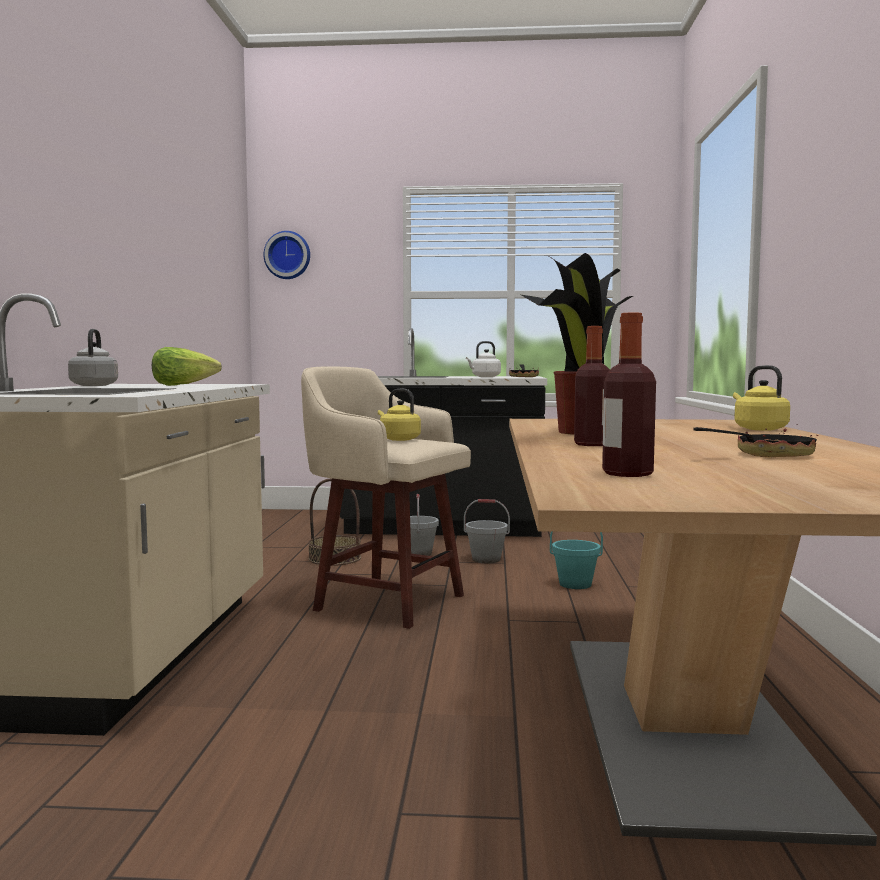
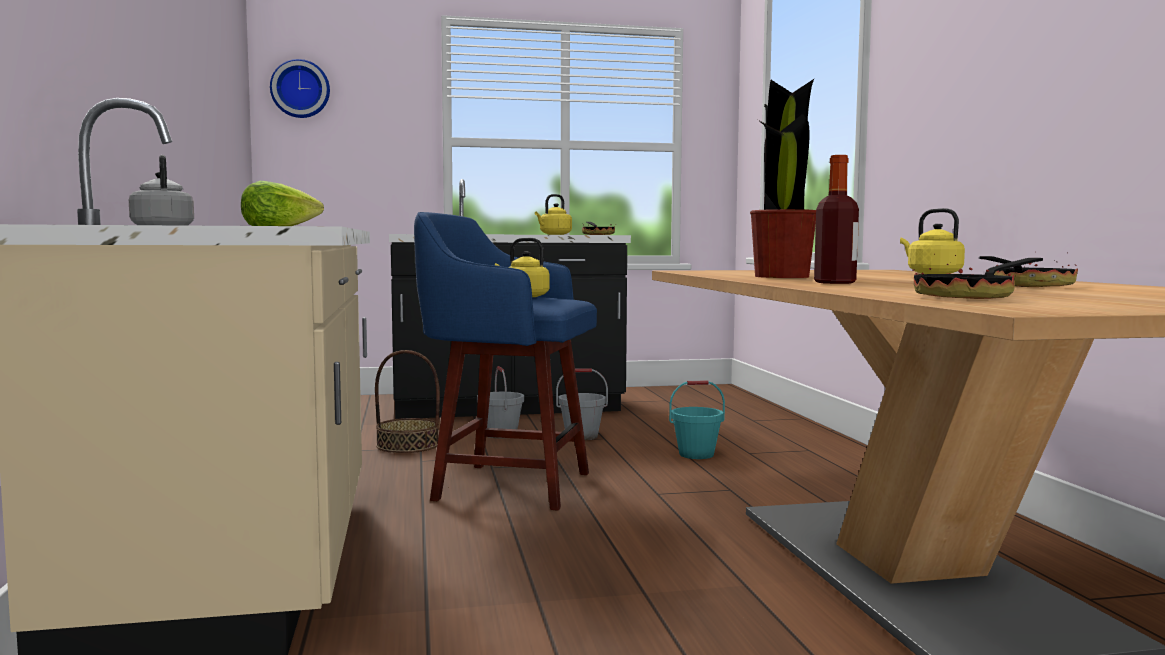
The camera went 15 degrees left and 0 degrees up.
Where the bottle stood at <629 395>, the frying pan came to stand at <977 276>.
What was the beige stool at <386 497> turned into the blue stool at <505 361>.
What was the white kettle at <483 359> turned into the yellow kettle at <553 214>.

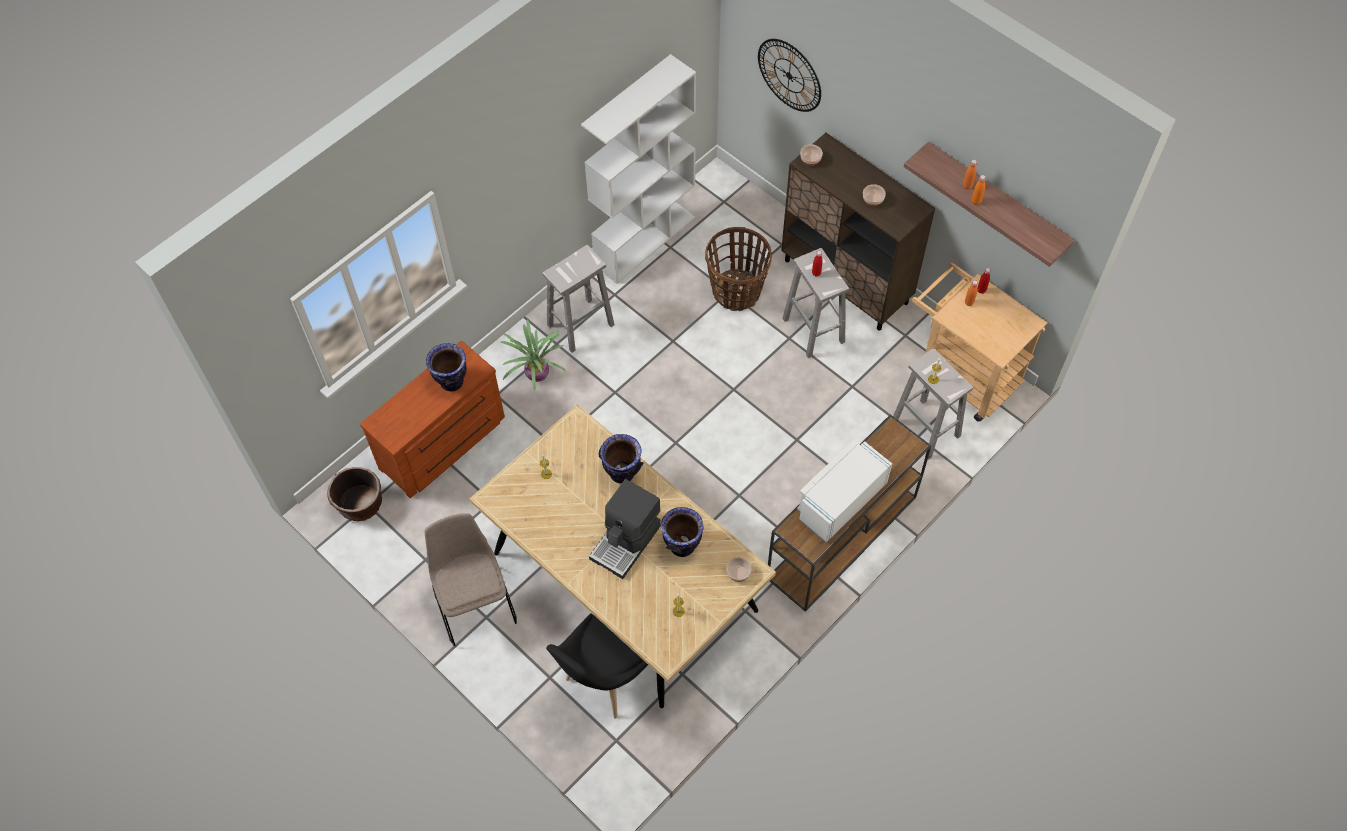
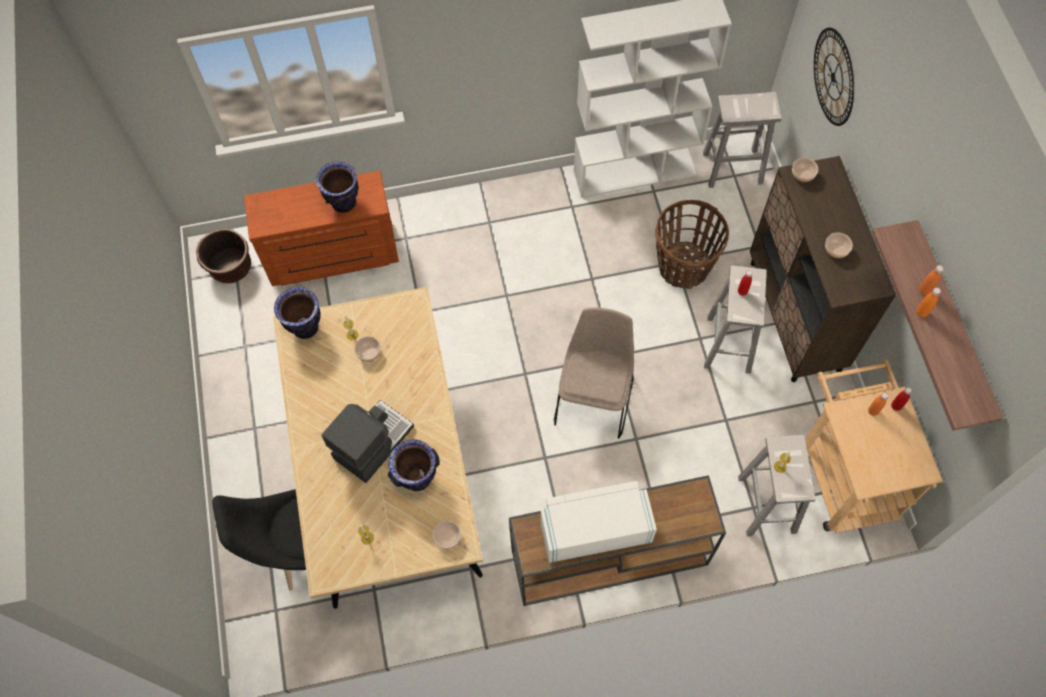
The camera went 35 degrees right and 5 degrees up.
The second view lost the potted plant at <534 355>.
The second view gained the bowl at <367 349>.
The beige chair ended up elsewhere, having gone from <471 579> to <594 373>.
The white stool ended up elsewhere, having gone from <578 299> to <742 140>.
The vase ended up elsewhere, having gone from <620 459> to <297 313>.
The coffee machine at <625 529> ended up facing another way, 150 degrees clockwise from before.

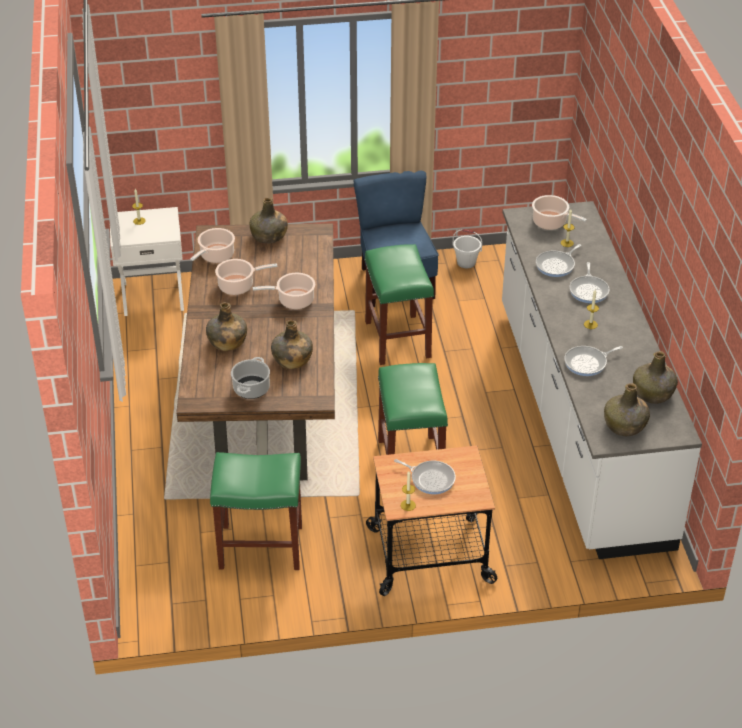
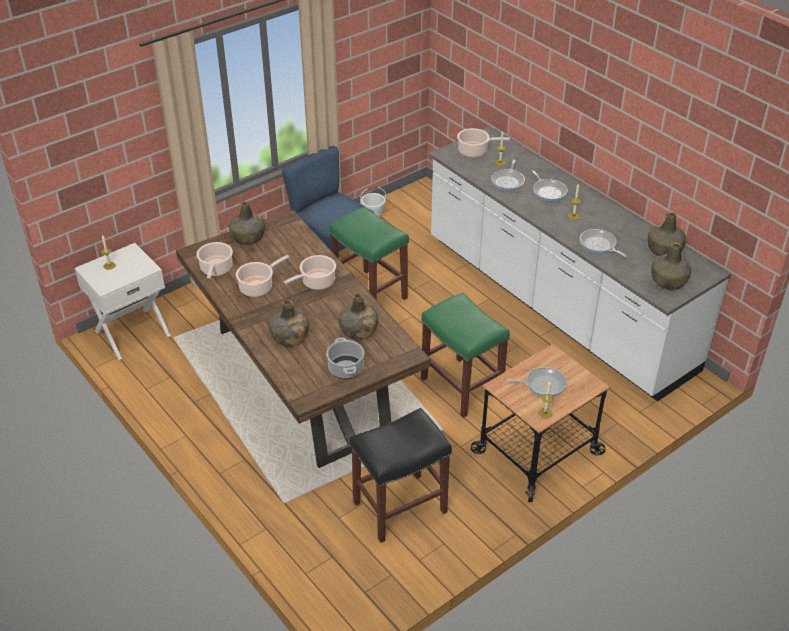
The camera went 30 degrees left and 0 degrees up.
What was the green stool at <256 511> turned into the black stool at <401 475>.
The frying pan at <593 361> ended up facing another way, 105 degrees clockwise from before.

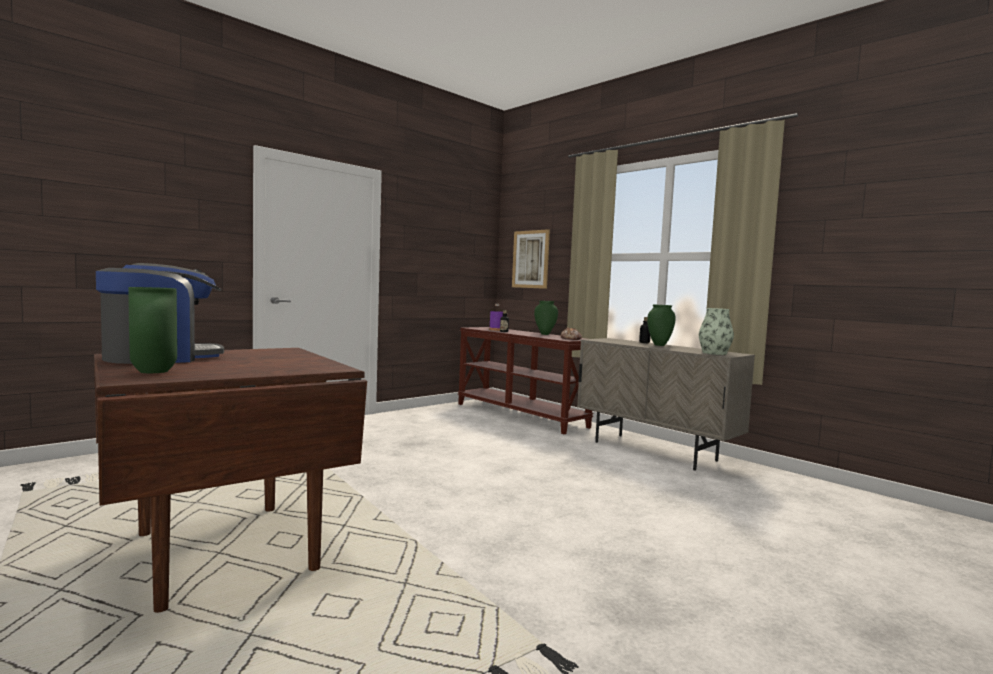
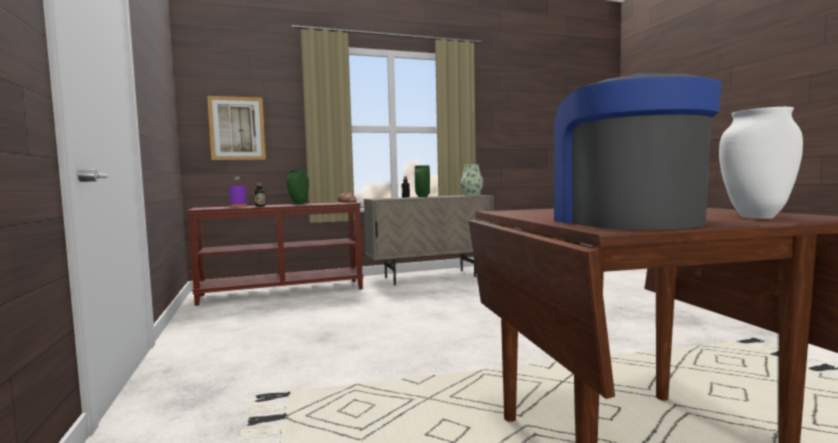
The camera went 65 degrees left and 0 degrees up.
What was the green vase at <152 330> turned into the white vase at <761 163>.

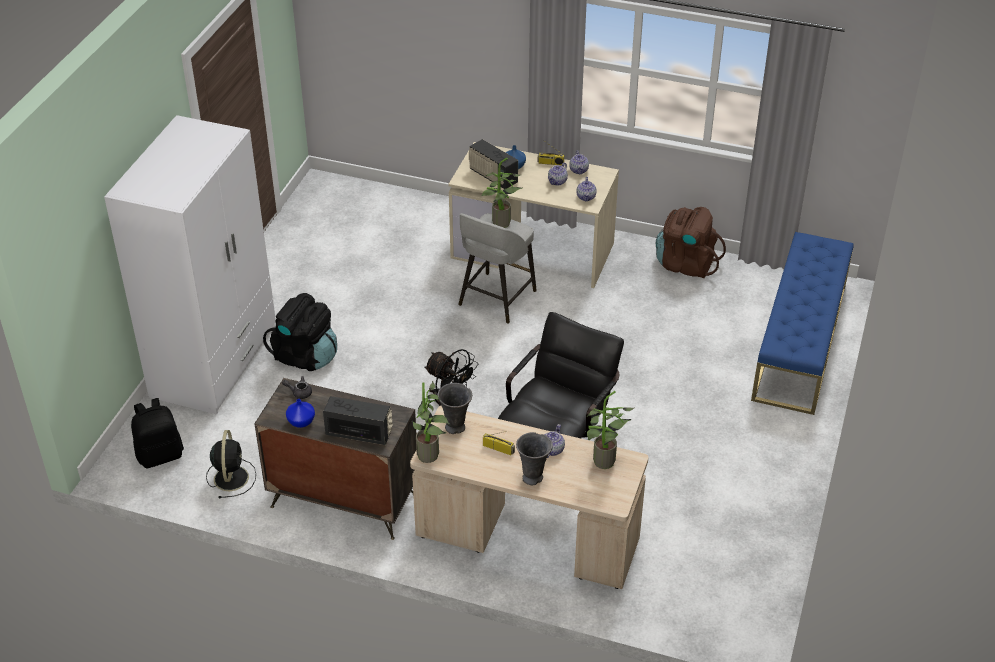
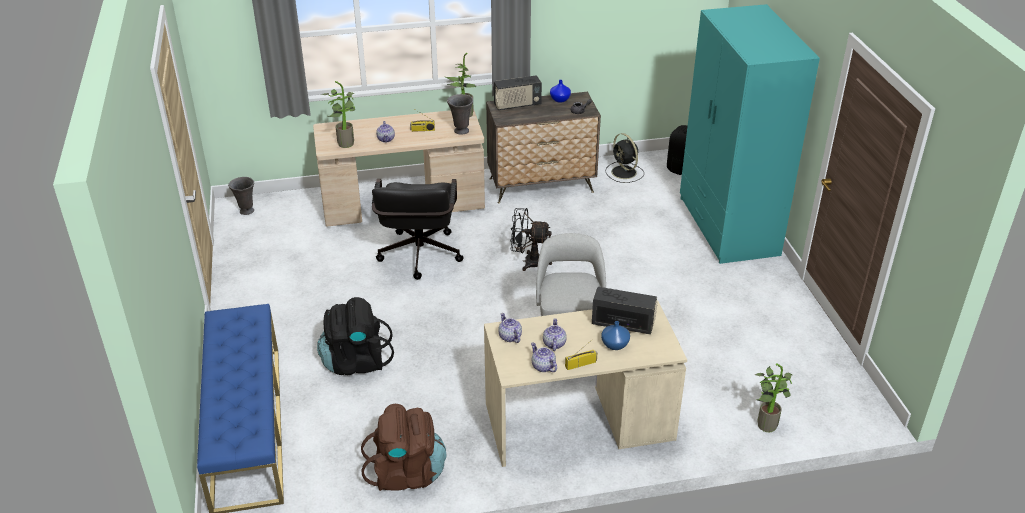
The camera went 150 degrees right and 5 degrees down.
The black backpack ended up elsewhere, having gone from <300 332> to <355 336>.
The potted plant ended up elsewhere, having gone from <501 193> to <773 397>.
The grey vase ended up elsewhere, having gone from <534 458> to <241 196>.
What was the white wardrobe at <190 264> turned into the turquoise wardrobe at <750 134>.

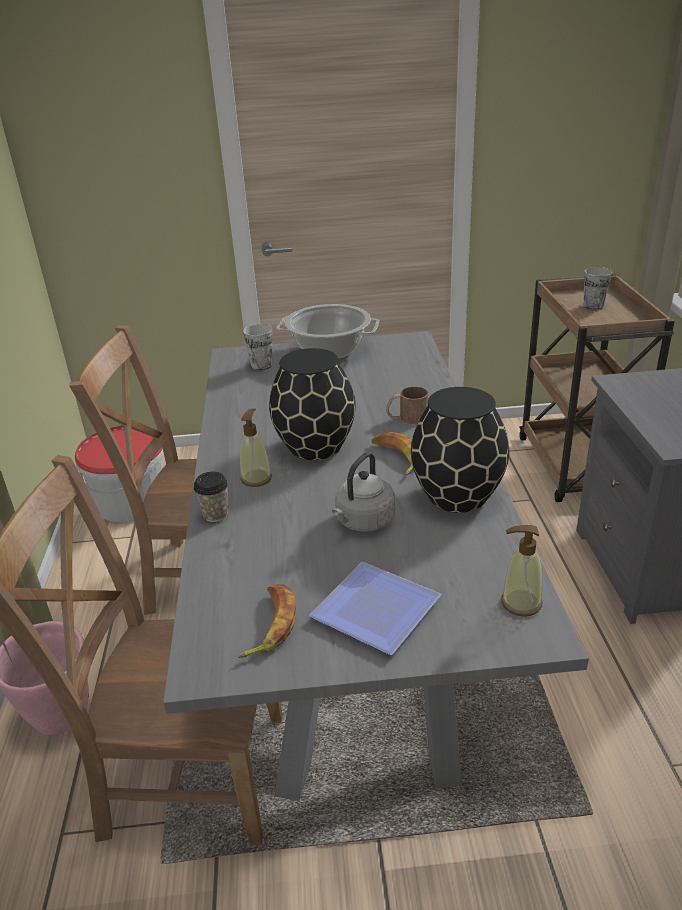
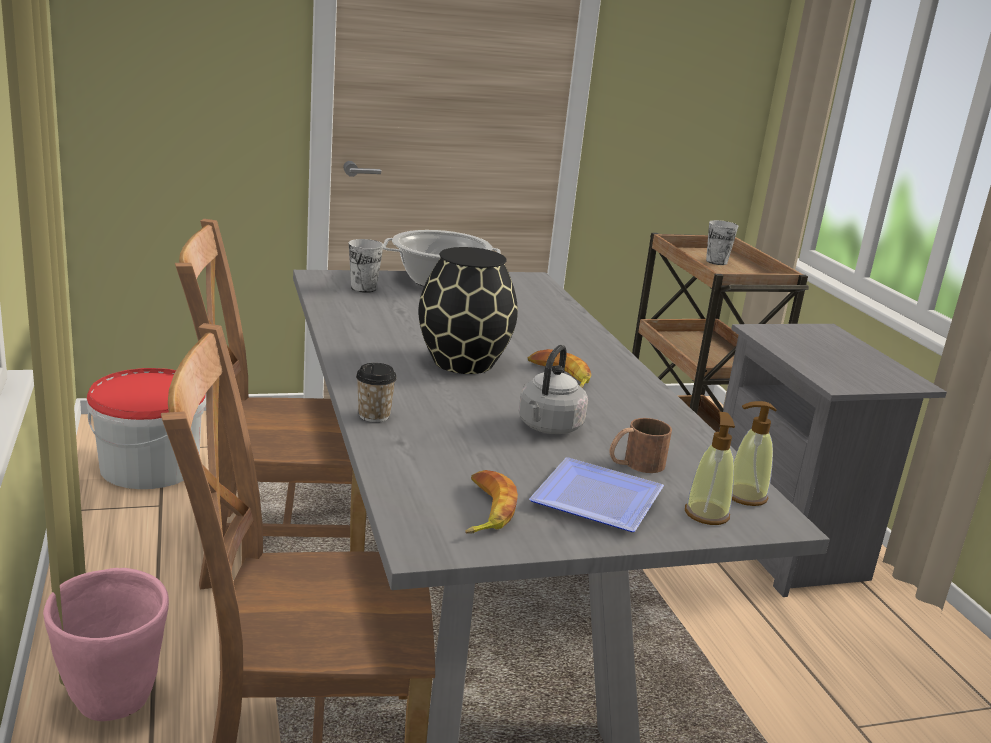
The camera went 15 degrees left and 10 degrees down.
The second view lost the black vase at <460 450>.
The soap dispenser ended up elsewhere, having gone from <256 448> to <710 468>.
The brown mug ended up elsewhere, having gone from <407 405> to <640 445>.

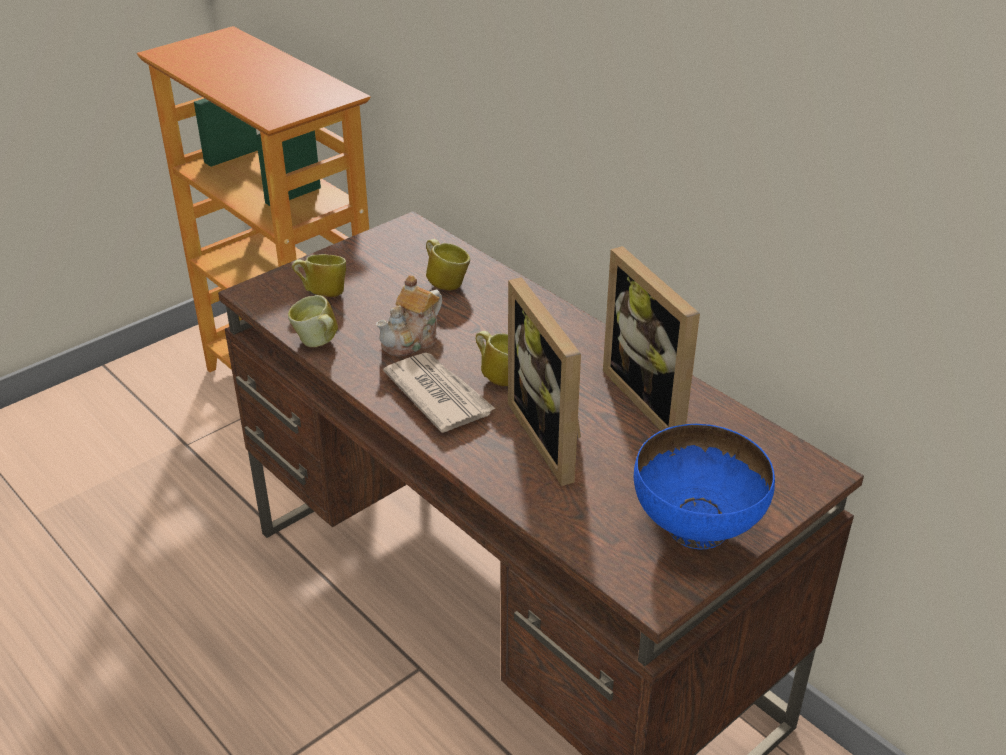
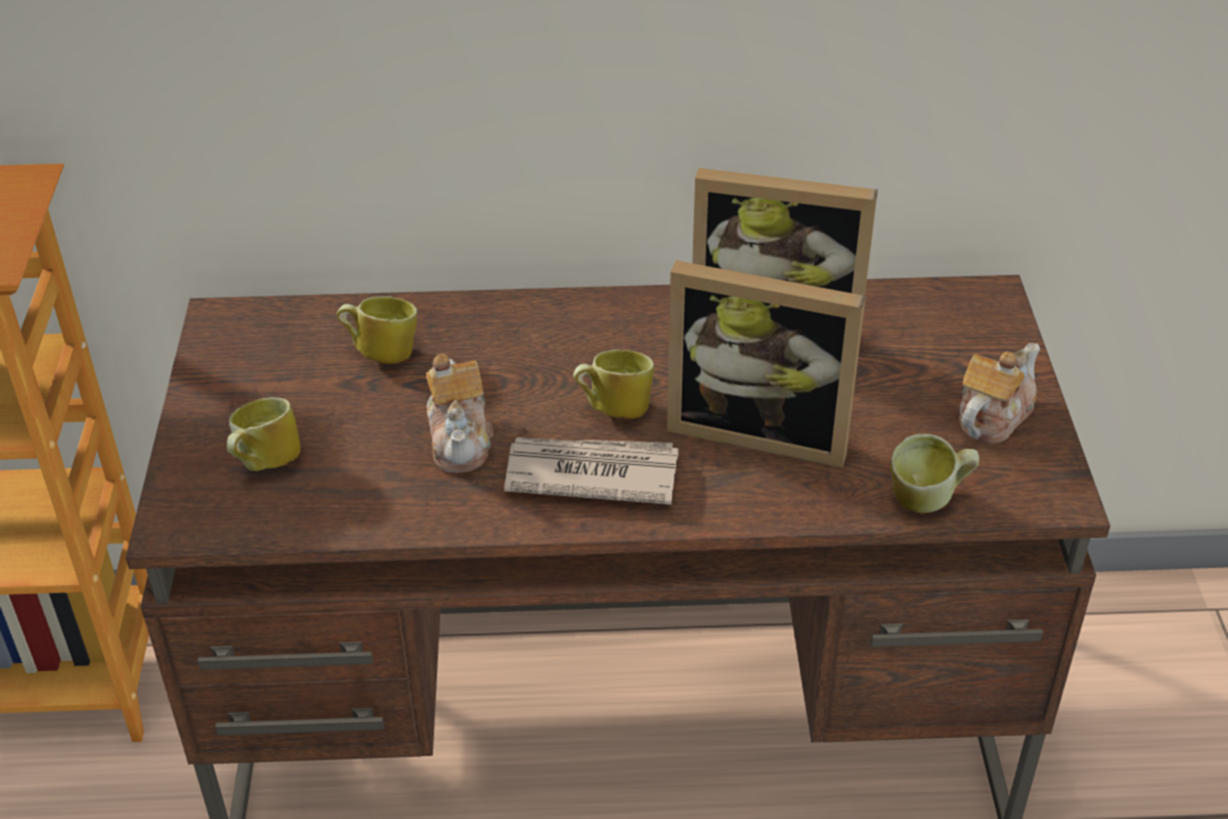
The camera went 50 degrees left and 5 degrees up.
The mug ended up elsewhere, having gone from <313 321> to <935 473>.
Where the blue bowl stood at <704 486>, the teapot came to stand at <998 393>.

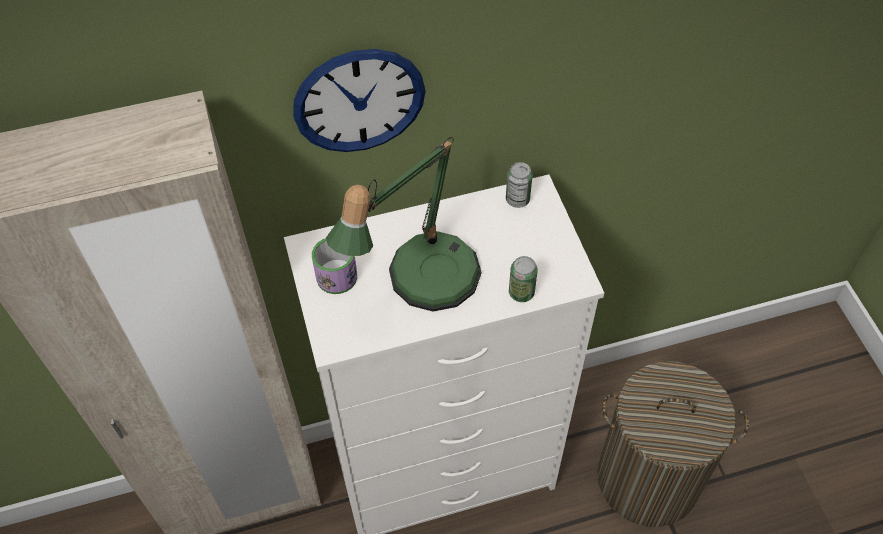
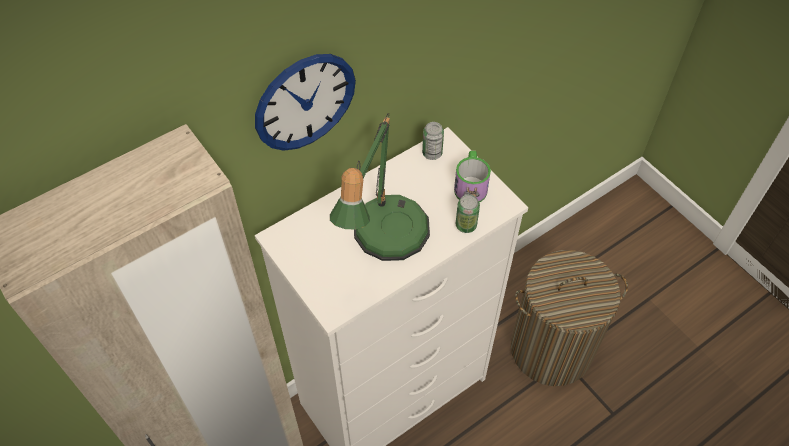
The camera went 20 degrees left and 0 degrees up.
The mug ended up elsewhere, having gone from <334 266> to <472 176>.

